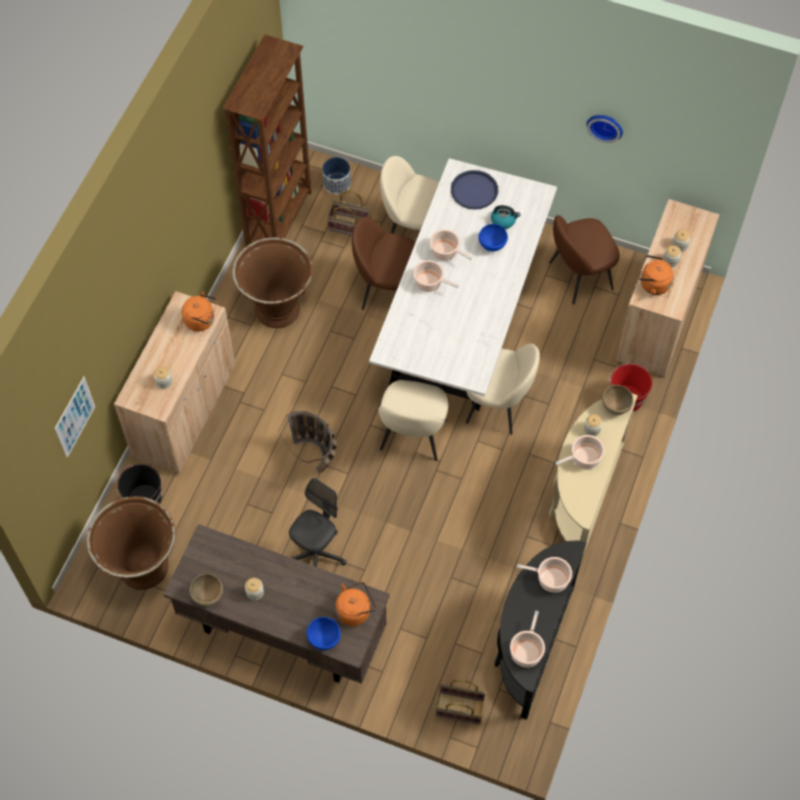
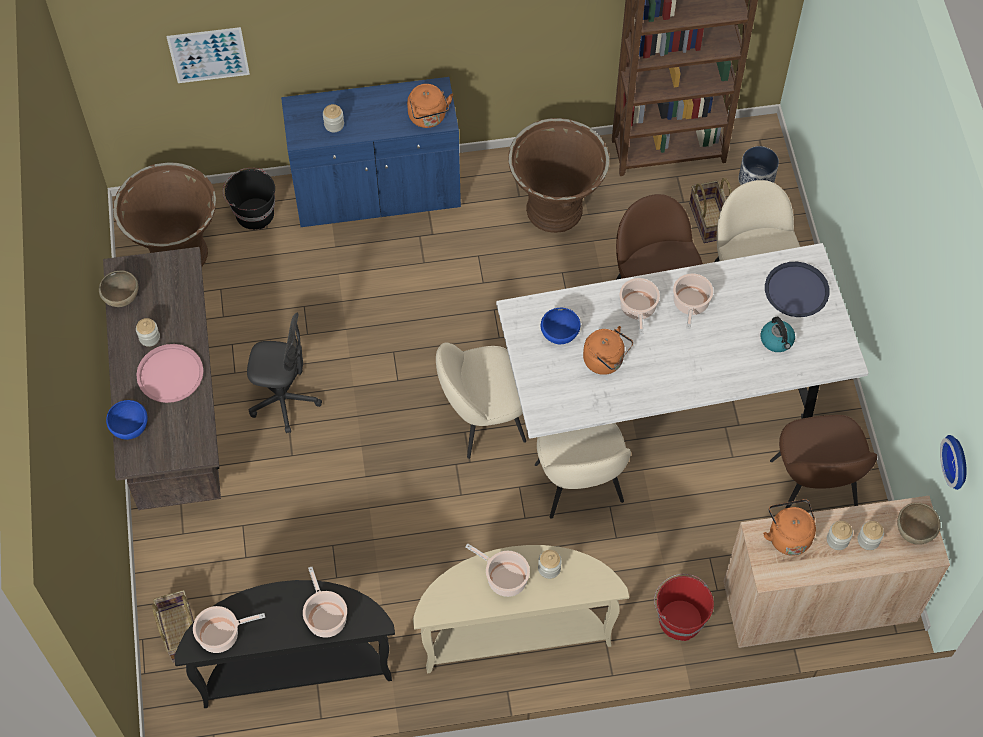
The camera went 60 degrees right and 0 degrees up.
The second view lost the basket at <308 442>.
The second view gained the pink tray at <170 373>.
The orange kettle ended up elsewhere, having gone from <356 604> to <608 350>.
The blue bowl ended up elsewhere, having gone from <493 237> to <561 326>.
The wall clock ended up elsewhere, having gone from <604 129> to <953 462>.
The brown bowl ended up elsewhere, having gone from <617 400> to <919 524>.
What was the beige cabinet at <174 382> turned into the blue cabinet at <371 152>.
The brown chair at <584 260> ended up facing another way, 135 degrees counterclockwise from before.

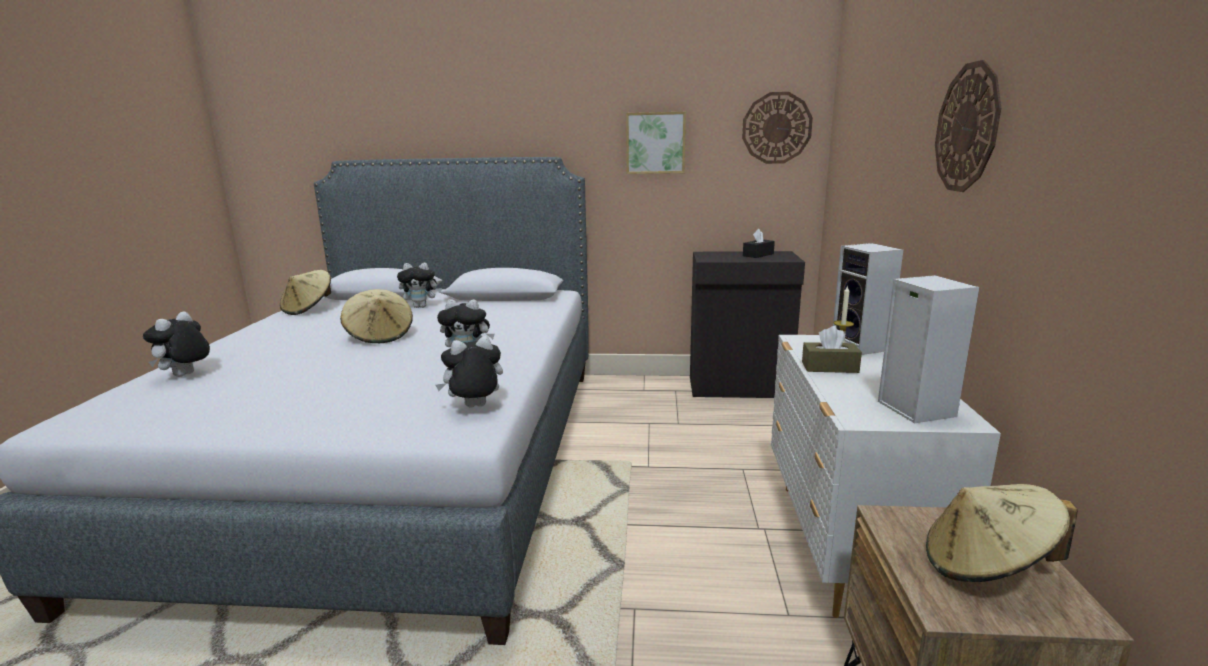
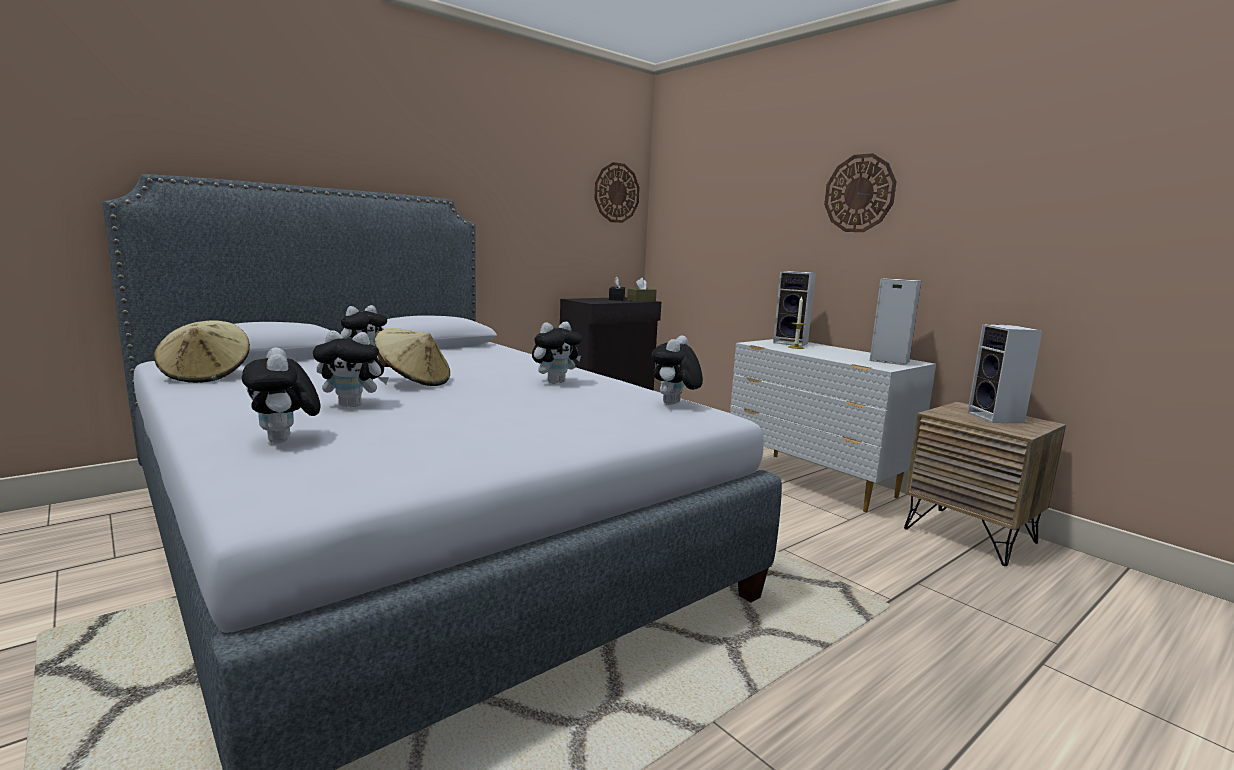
The camera went 45 degrees left and 5 degrees down.
The second view lost the picture at <656 143>.
The second view gained the plush toy at <351 368>.
The brown tissue box ended up elsewhere, having gone from <832 349> to <642 290>.
Where the beige hat stood at <1002 533>, the speaker came to stand at <1005 373>.

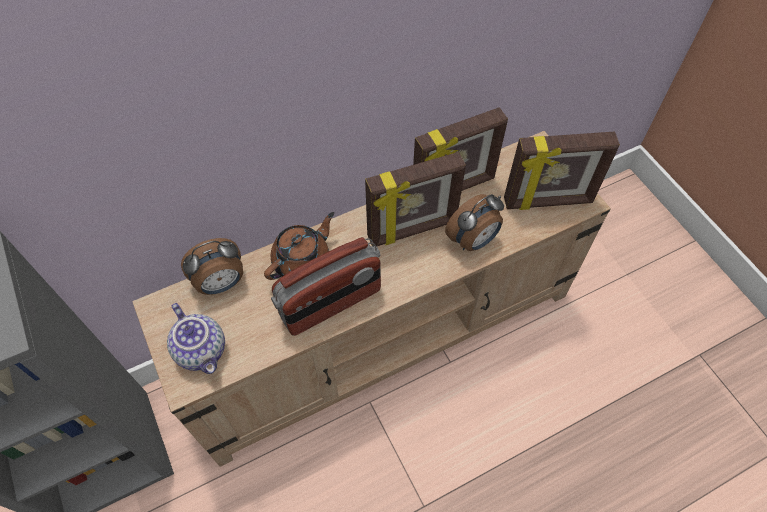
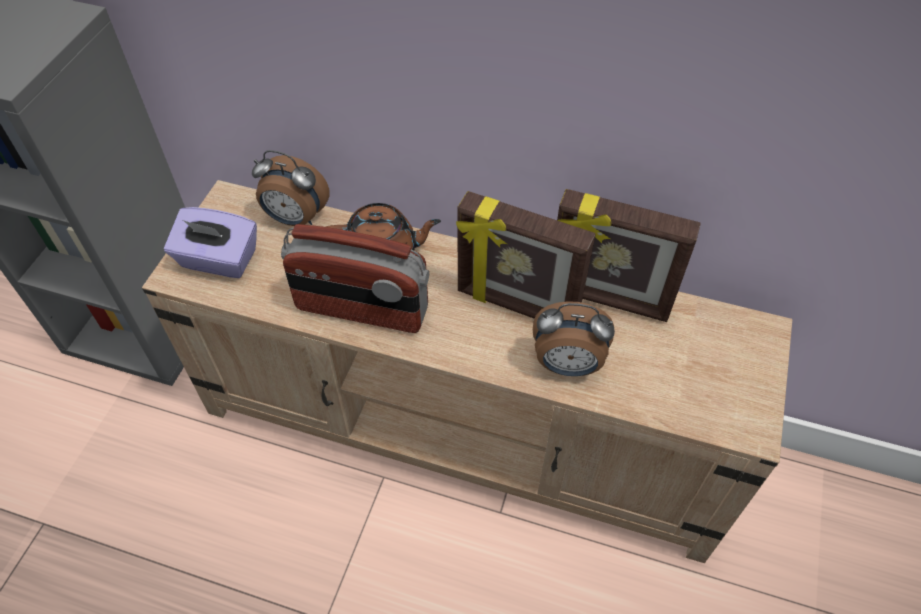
The camera went 45 degrees right and 5 degrees down.
The second view lost the picture frame at <562 170>.
Where the teapot stood at <196 338>, the purple tissue box came to stand at <210 242>.

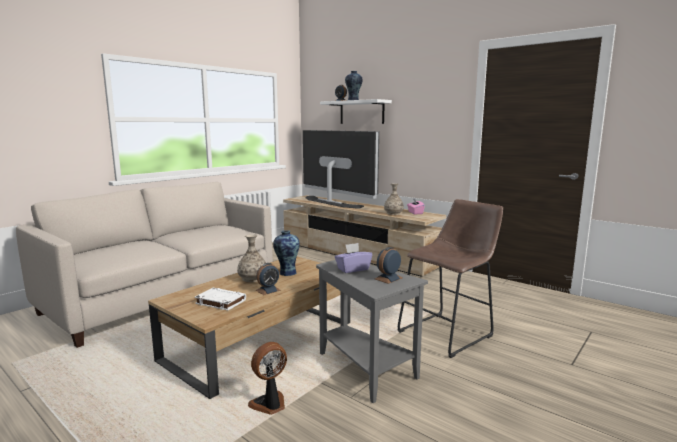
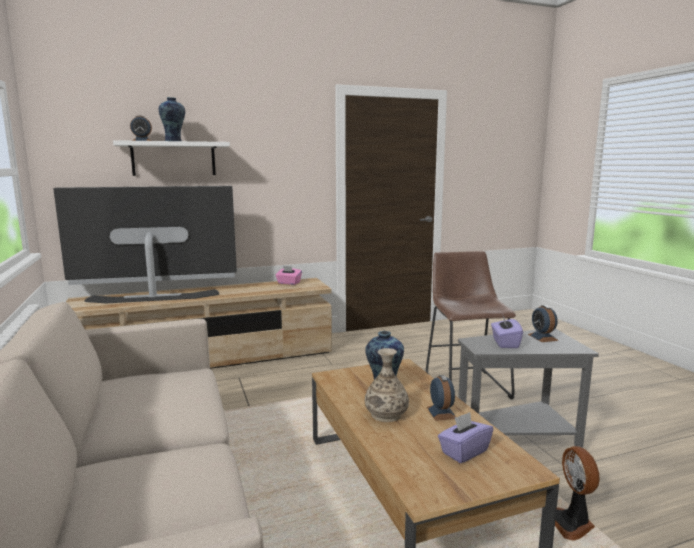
The camera went 60 degrees left and 0 degrees up.
The second view lost the vase at <394 199>.
Where the white book stood at <220 299>, the purple tissue box came to stand at <465 437>.

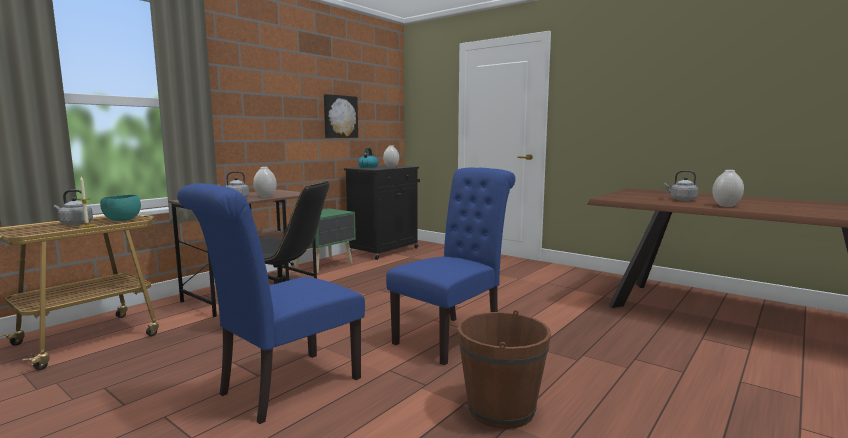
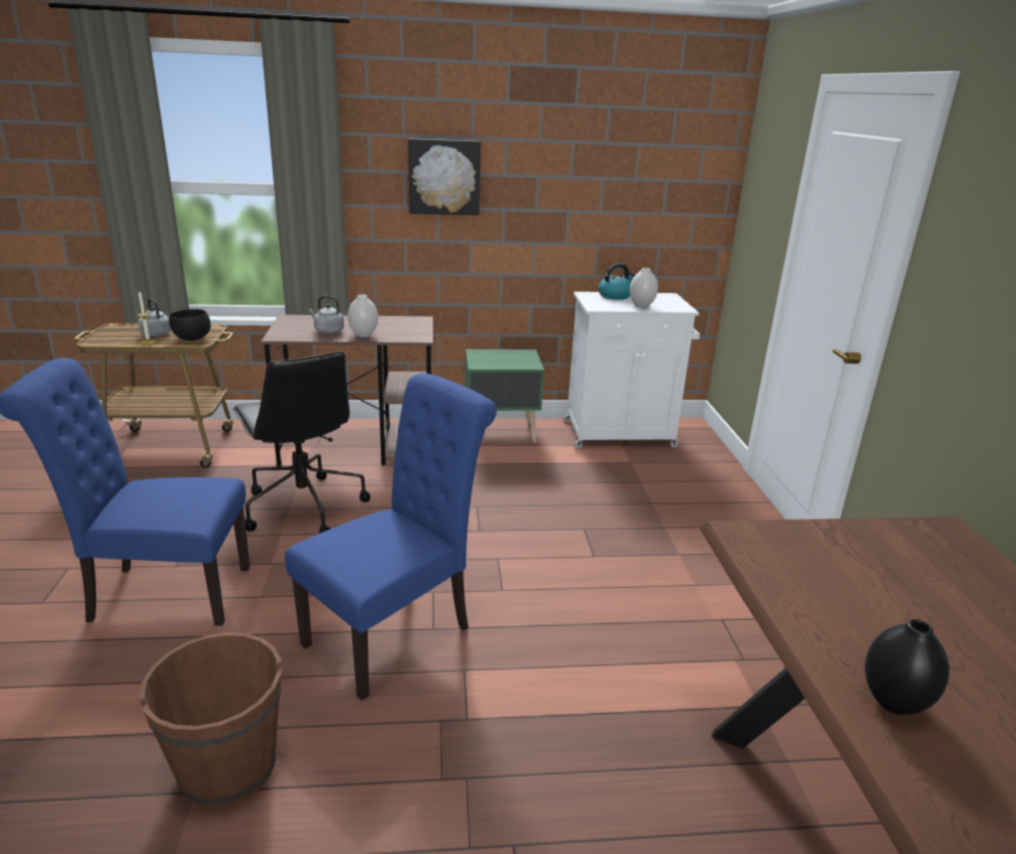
The camera went 45 degrees right and 15 degrees up.
The second view lost the grey kettle at <681 185>.
The picture ended up elsewhere, having gone from <341 116> to <444 176>.
What was the turquoise bowl at <120 208> turned into the black bowl at <190 325>.
What was the black cabinet at <382 212> turned into the white cabinet at <632 370>.
What was the white vase at <728 188> turned into the black vase at <907 667>.
The blue chair at <451 266> ended up facing another way, 45 degrees counterclockwise from before.

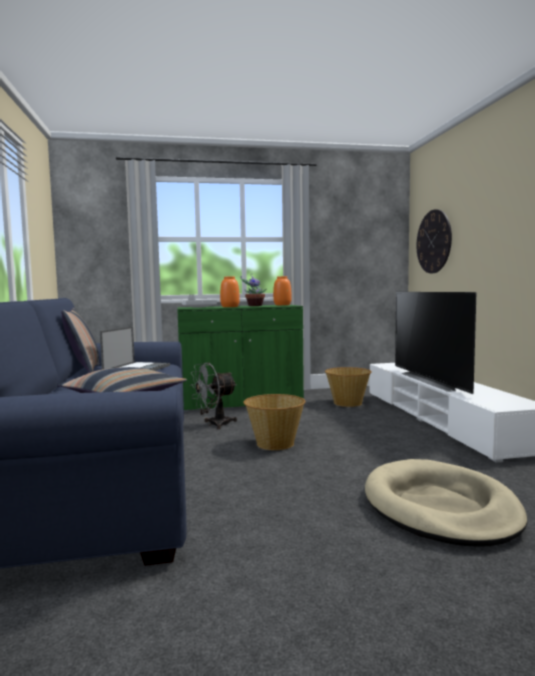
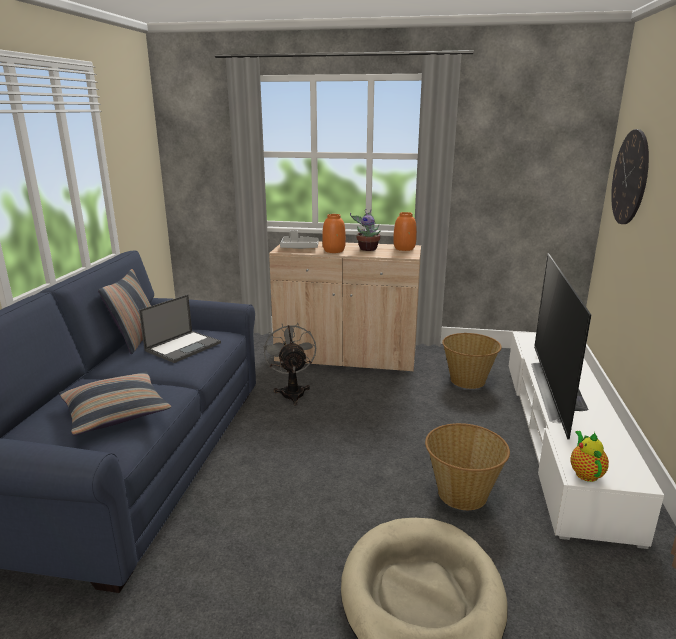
The camera went 20 degrees right and 15 degrees up.
The second view gained the teapot at <589 456>.
The basket ended up elsewhere, having gone from <274 422> to <467 466>.
What was the green cabinet at <240 358> turned into the beige cabinet at <345 307>.
The grey fan at <213 396> ended up facing another way, 90 degrees clockwise from before.

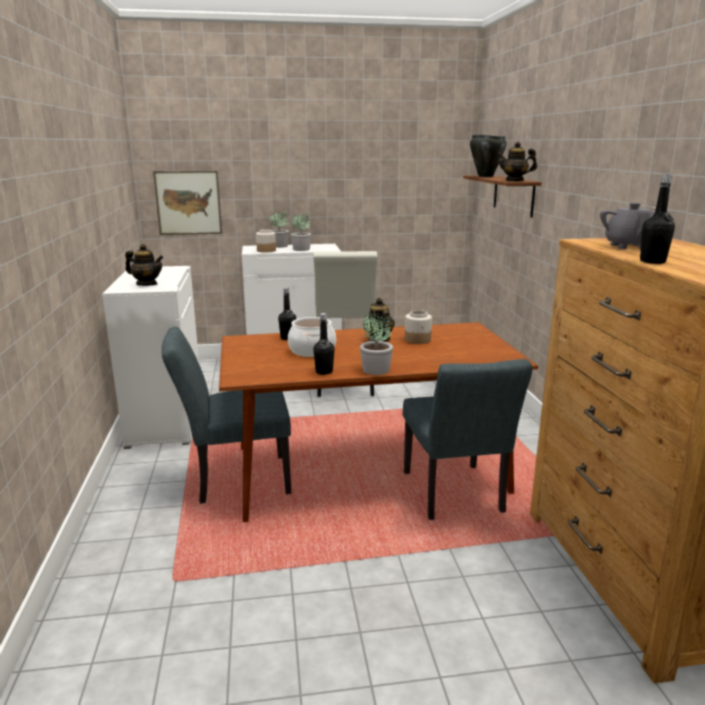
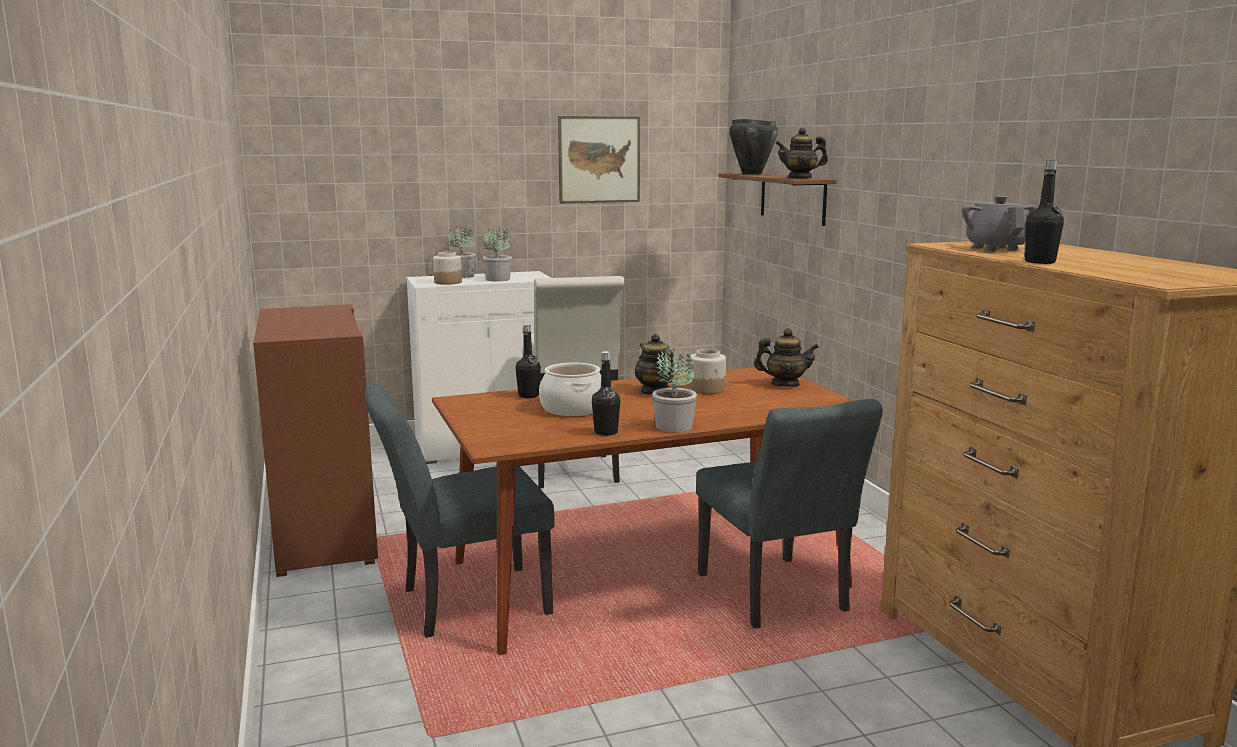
The camera went 10 degrees left and 5 degrees down.
The teapot ended up elsewhere, having gone from <144 265> to <786 357>.
The picture ended up elsewhere, having gone from <187 203> to <599 160>.
What was the white cabinet at <150 357> turned into the brown cabinet at <315 440>.

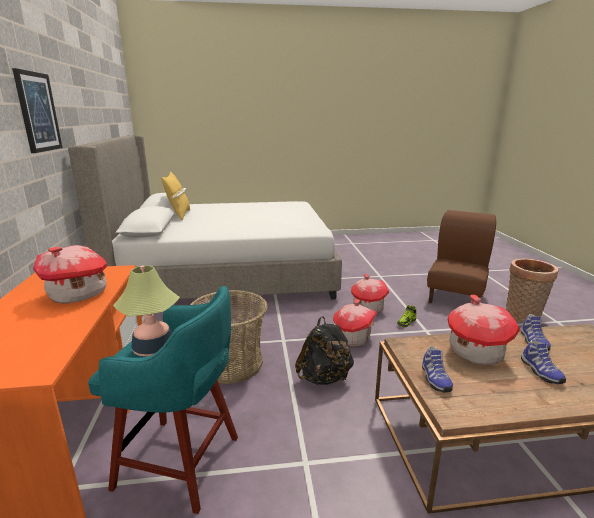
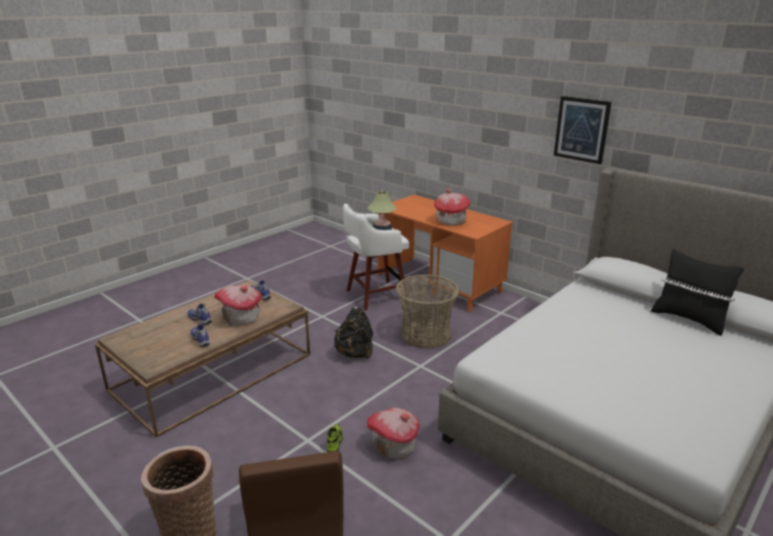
The camera went 140 degrees right and 5 degrees up.
The second view lost the toy house at <355 322>.
What was the turquoise stool at <163 400> turned into the white stool at <376 257>.
What was the yellow pillow at <175 195> turned into the black pillow at <697 292>.

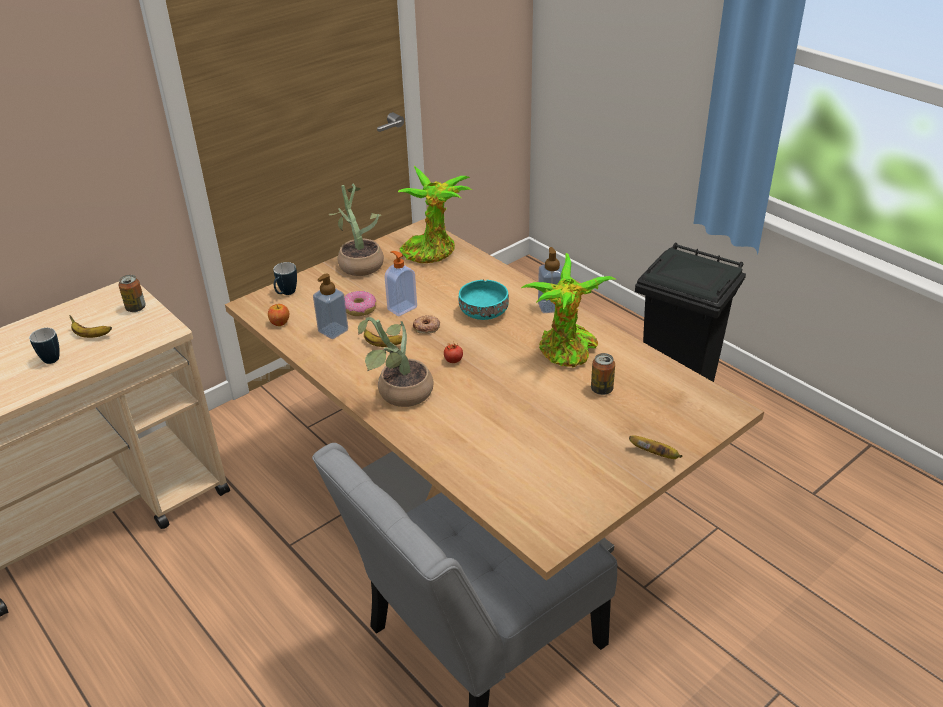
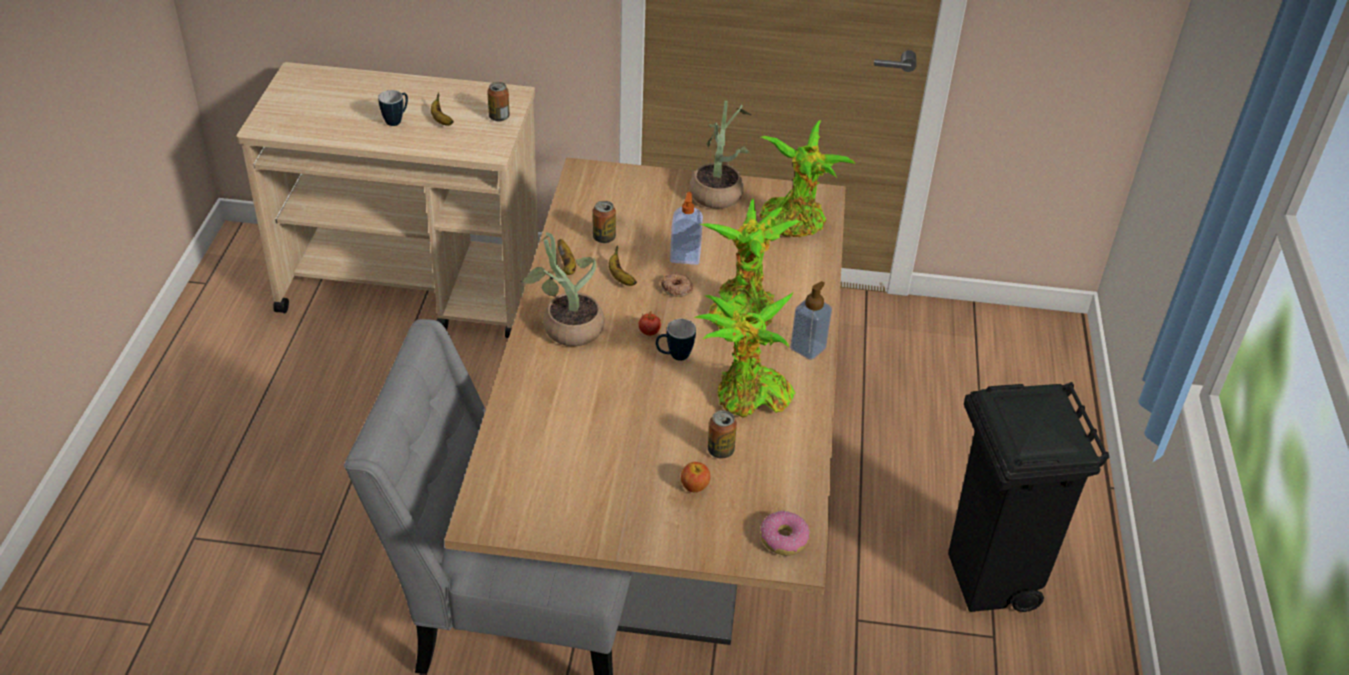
The camera went 45 degrees right and 5 degrees up.
The apple ended up elsewhere, having gone from <278 315> to <696 477>.
The mug ended up elsewhere, having gone from <285 278> to <676 340>.
The donut ended up elsewhere, having gone from <360 303> to <785 533>.
The banana ended up elsewhere, having gone from <655 447> to <566 257>.
Where the soap dispenser stood at <330 306>, the can came to stand at <604 222>.
Where the turquoise bowl stood at <484 300>, the potted plant came to stand at <751 262>.

